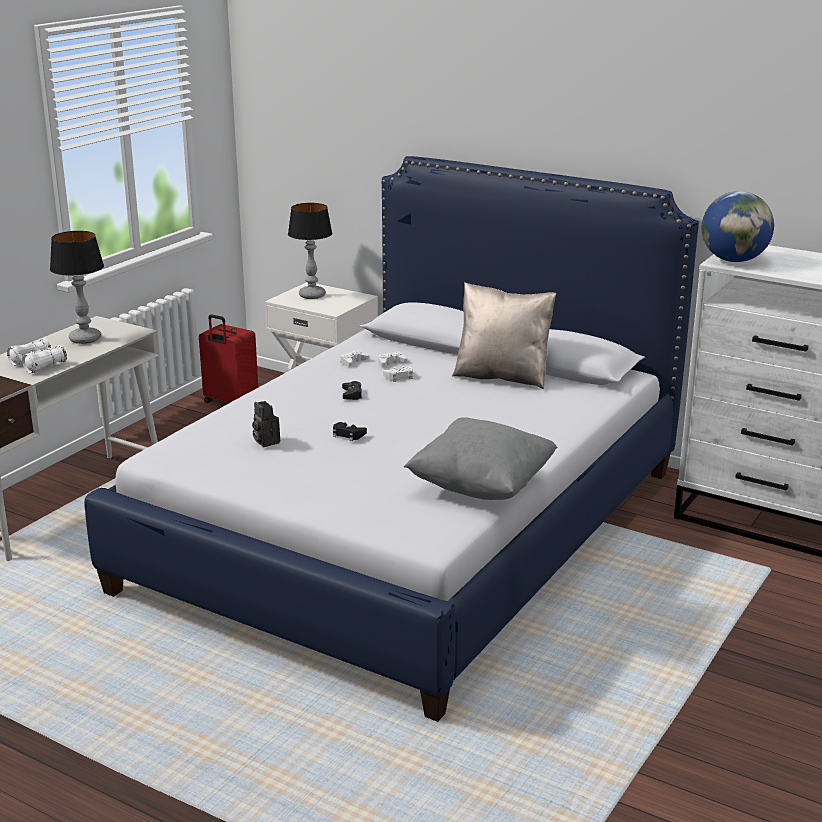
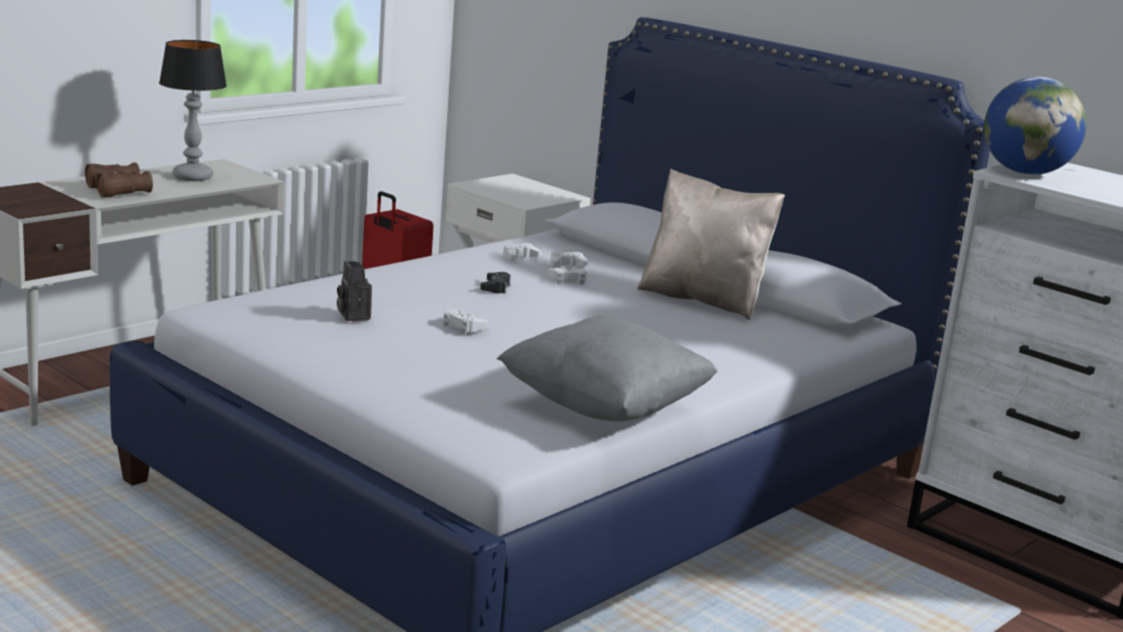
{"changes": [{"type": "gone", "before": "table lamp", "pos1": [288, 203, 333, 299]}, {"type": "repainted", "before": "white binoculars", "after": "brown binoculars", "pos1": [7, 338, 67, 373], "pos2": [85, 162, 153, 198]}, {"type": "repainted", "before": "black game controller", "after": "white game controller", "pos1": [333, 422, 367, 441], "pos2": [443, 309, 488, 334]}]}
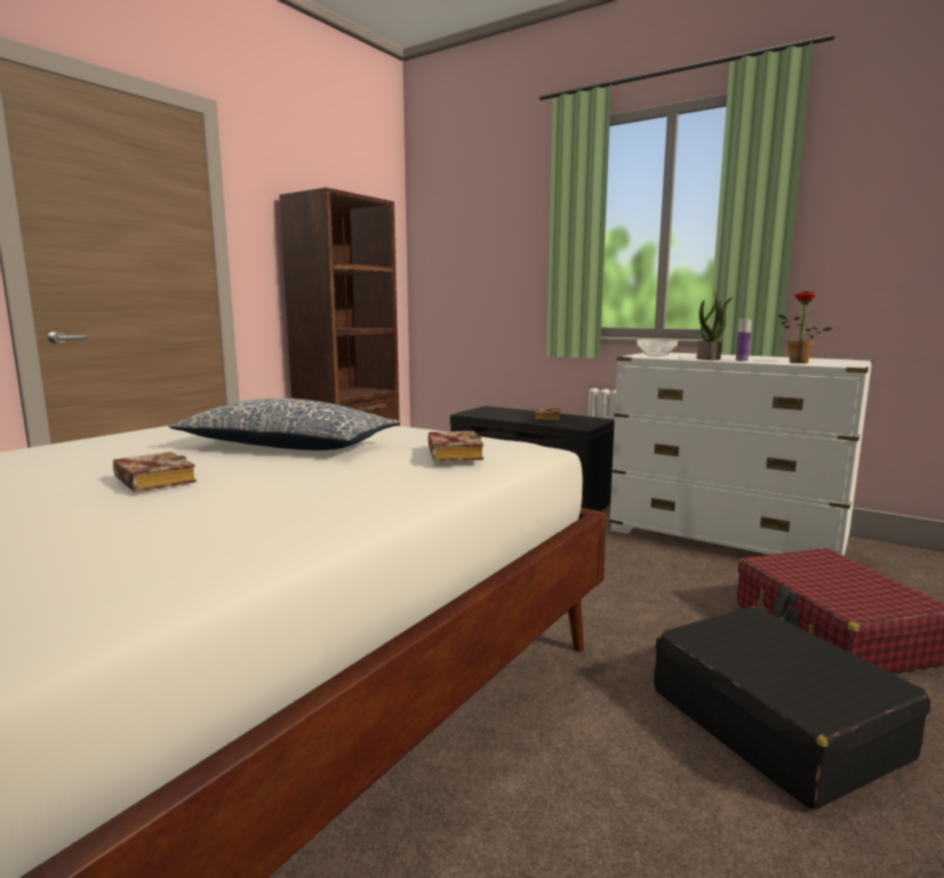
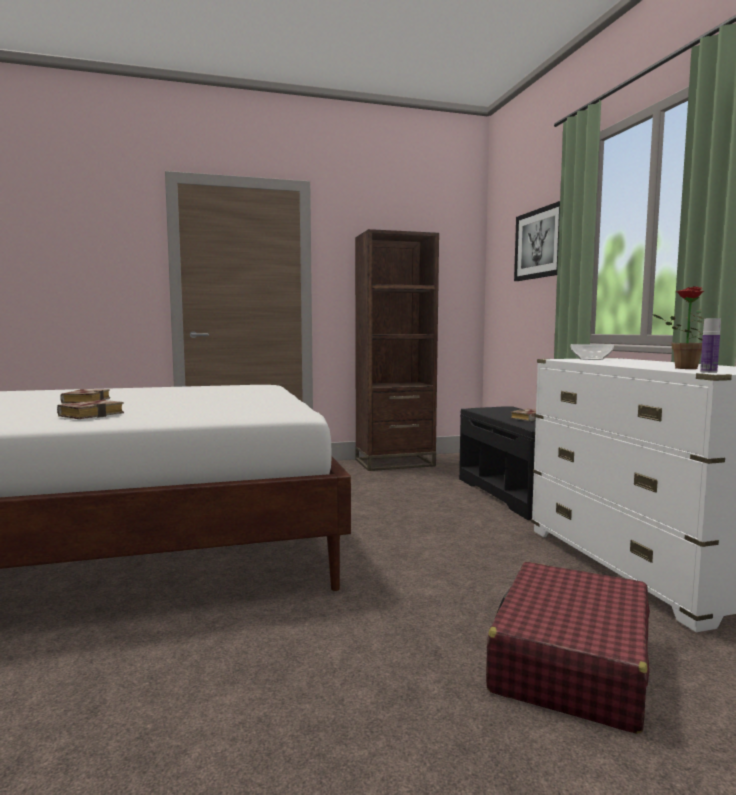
{"changes": [{"type": "gone", "before": "pillow", "pos1": [168, 398, 400, 450]}, {"type": "gone", "before": "black suitcase", "pos1": [654, 606, 931, 810]}, {"type": "gone", "before": "potted plant", "pos1": [697, 292, 733, 360]}, {"type": "new", "after": "picture", "pos2": [514, 201, 560, 281]}, {"type": "shifted", "before": "book", "pos1": [428, 431, 484, 462], "pos2": [57, 400, 124, 419]}, {"type": "shifted", "before": "bottle", "pos1": [736, 319, 751, 362], "pos2": [700, 318, 721, 373]}]}
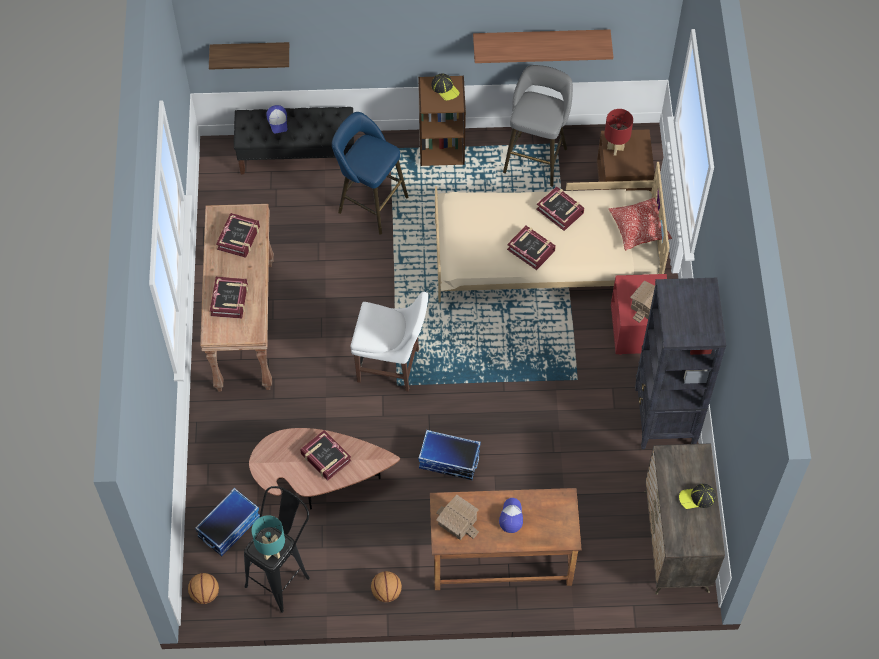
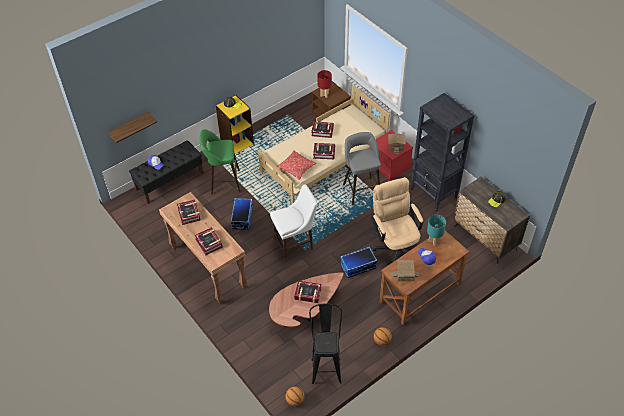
{"changes": [{"type": "gone", "before": "shelf", "pos1": [473, 29, 613, 63]}, {"type": "new", "after": "beige office chair", "pos2": [371, 177, 423, 262]}, {"type": "shifted", "before": "storage box", "pos1": [195, 488, 260, 556], "pos2": [231, 198, 253, 230]}, {"type": "shifted", "before": "turquoise table lamp", "pos1": [252, 515, 285, 560], "pos2": [427, 215, 446, 246]}, {"type": "shifted", "before": "grey stool", "pos1": [503, 65, 573, 187], "pos2": [343, 132, 381, 205]}, {"type": "shifted", "before": "pillow", "pos1": [609, 198, 672, 250], "pos2": [276, 151, 316, 179]}, {"type": "repainted", "before": "blue stool", "after": "green stool", "pos1": [332, 112, 408, 235], "pos2": [199, 129, 241, 194]}, {"type": "repainted", "before": "brown bookcase", "after": "yellow bookcase", "pos1": [418, 76, 466, 166], "pos2": [215, 95, 254, 154]}]}
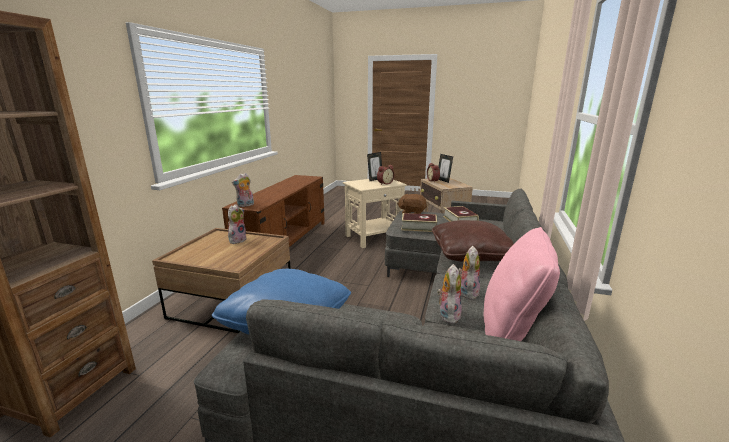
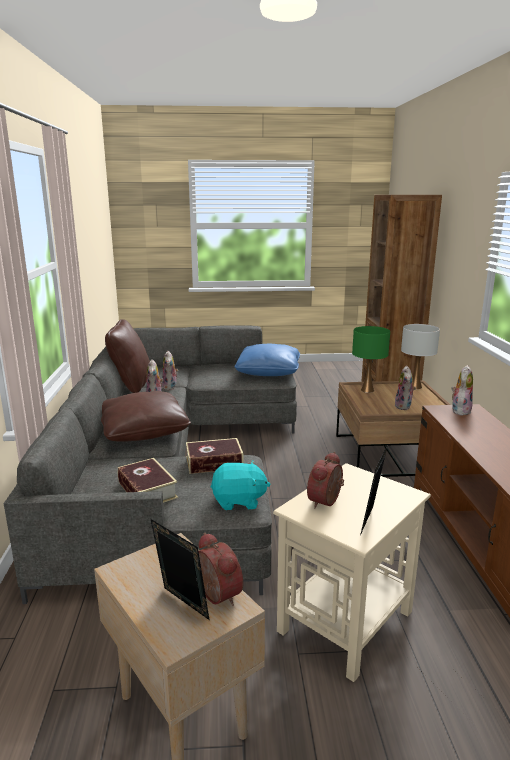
{"changes": [{"type": "new", "after": "green table lamp", "pos2": [352, 326, 390, 393]}, {"type": "new", "after": "white table lamp", "pos2": [401, 324, 440, 389]}, {"type": "repainted", "before": "brown plush toy", "after": "turquoise plush toy", "pos1": [397, 194, 427, 214], "pos2": [210, 460, 271, 510]}, {"type": "repainted", "before": "pink pillow", "after": "brown pillow", "pos1": [484, 227, 560, 341], "pos2": [105, 319, 150, 393]}]}
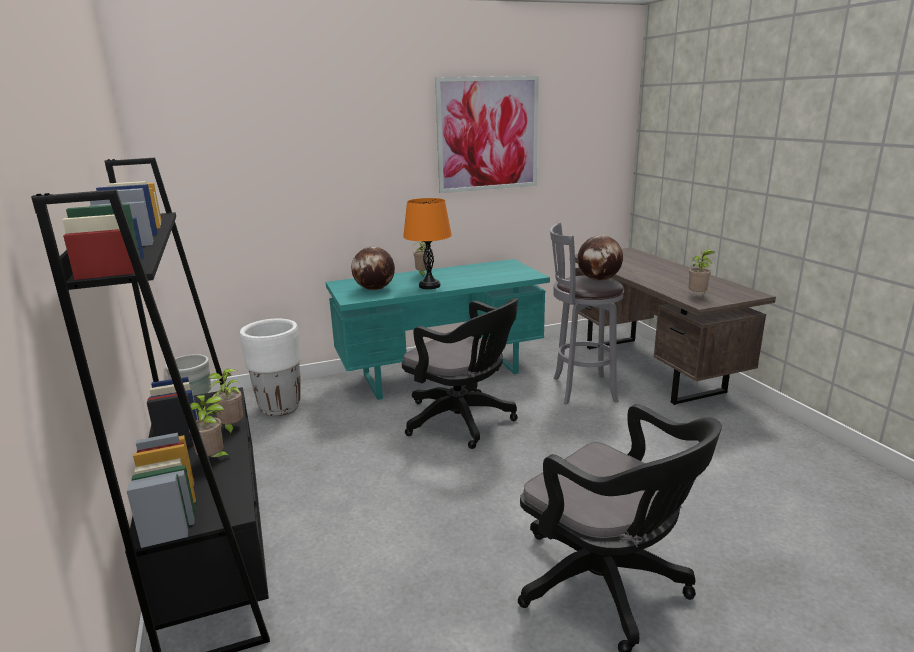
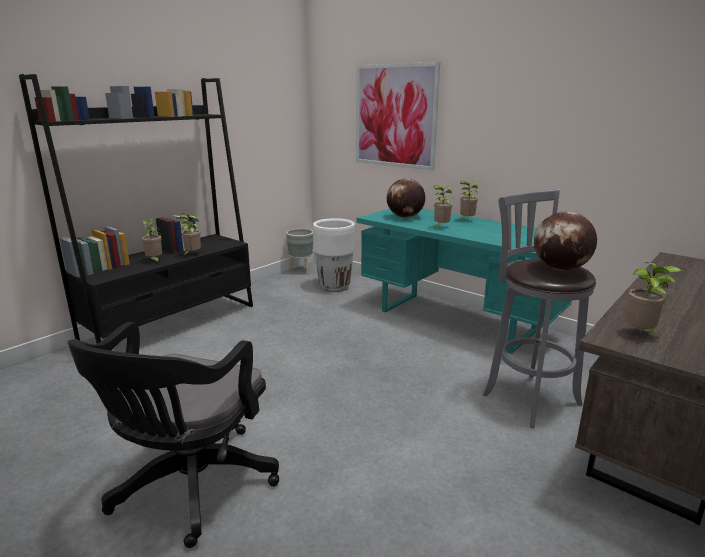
{"changes": [{"type": "gone", "before": "black office chair", "pos1": [402, 298, 518, 449]}, {"type": "shifted", "before": "picture", "pos1": [435, 76, 539, 193], "pos2": [356, 62, 440, 170]}, {"type": "swapped", "before": "orange table lamp", "after": "potted plant", "pos1": [403, 198, 452, 289], "pos2": [434, 185, 453, 228]}]}
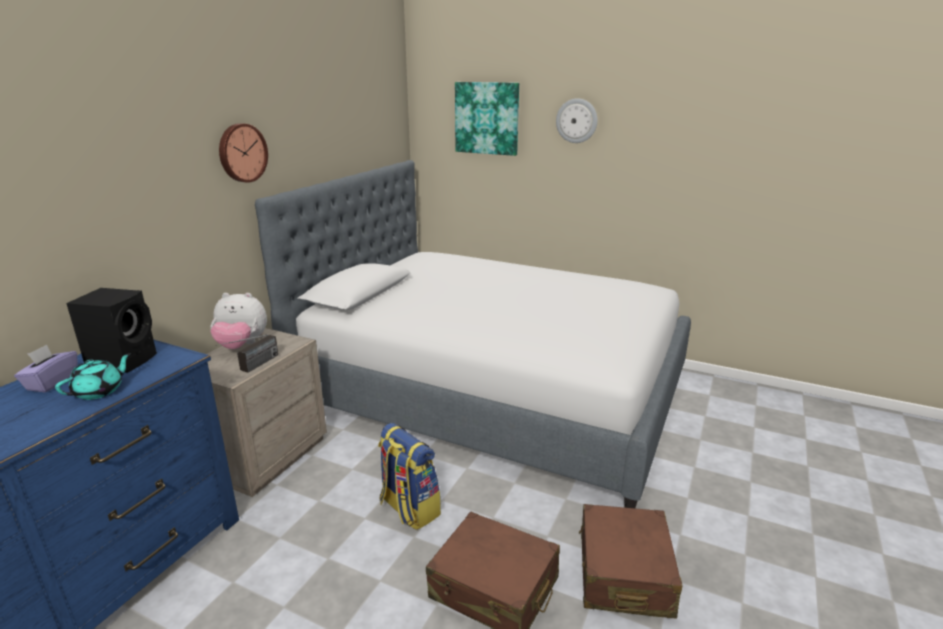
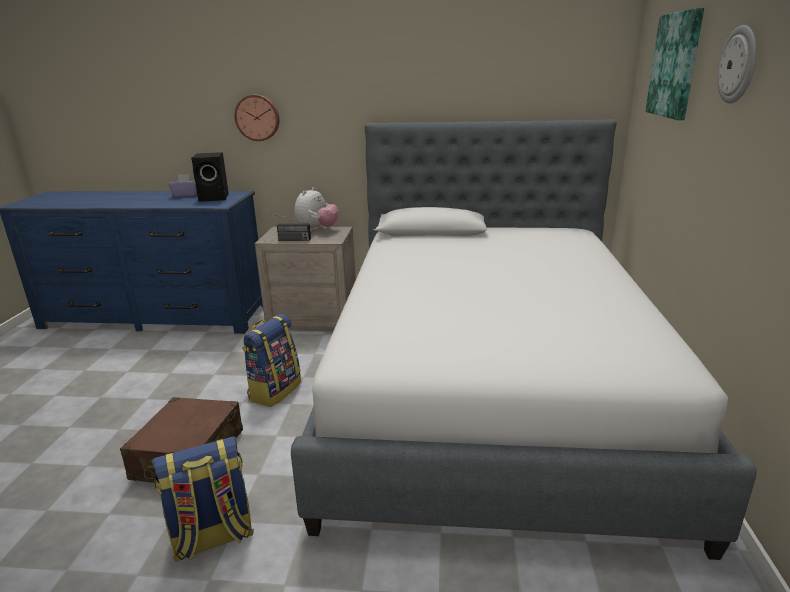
{"changes": [{"type": "gone", "before": "turquoise teapot", "pos1": [55, 353, 131, 400]}, {"type": "shifted", "before": "wall clock", "pos1": [219, 123, 268, 183], "pos2": [235, 95, 279, 141]}, {"type": "swapped", "before": "brown suitcase", "after": "backpack", "pos1": [579, 504, 682, 619], "pos2": [152, 436, 254, 561]}, {"type": "rotated", "before": "plush toy", "pos1": [210, 293, 267, 349], "pos2": [295, 187, 339, 232], "turn": -135}]}
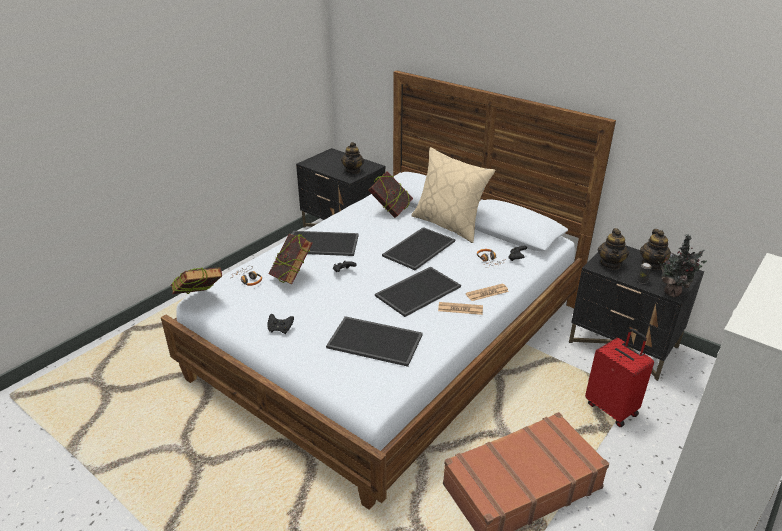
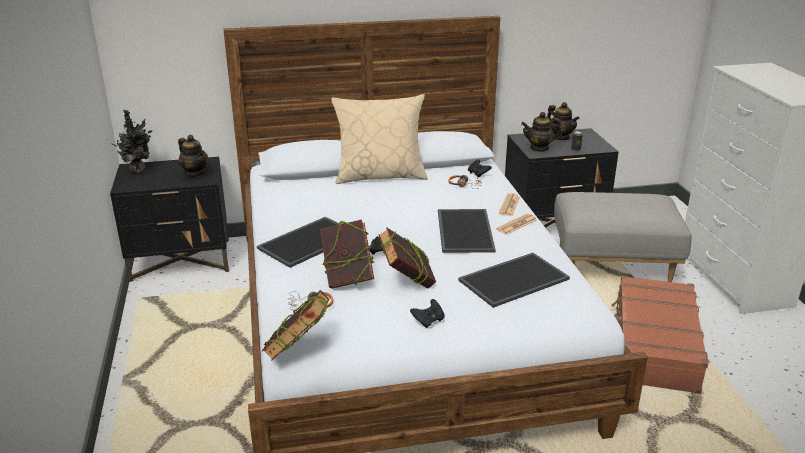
{"changes": [{"type": "gone", "before": "tray", "pos1": [382, 227, 455, 270]}, {"type": "shifted", "before": "book", "pos1": [368, 171, 413, 218], "pos2": [378, 228, 436, 289]}, {"type": "shifted", "before": "potted plant", "pos1": [658, 234, 707, 297], "pos2": [112, 110, 152, 174]}, {"type": "swapped", "before": "red suitcase", "after": "grey ottoman", "pos1": [585, 328, 654, 427], "pos2": [554, 192, 692, 282]}, {"type": "rotated", "before": "teapot", "pos1": [598, 228, 629, 270], "pos2": [521, 112, 562, 152], "turn": 120}]}
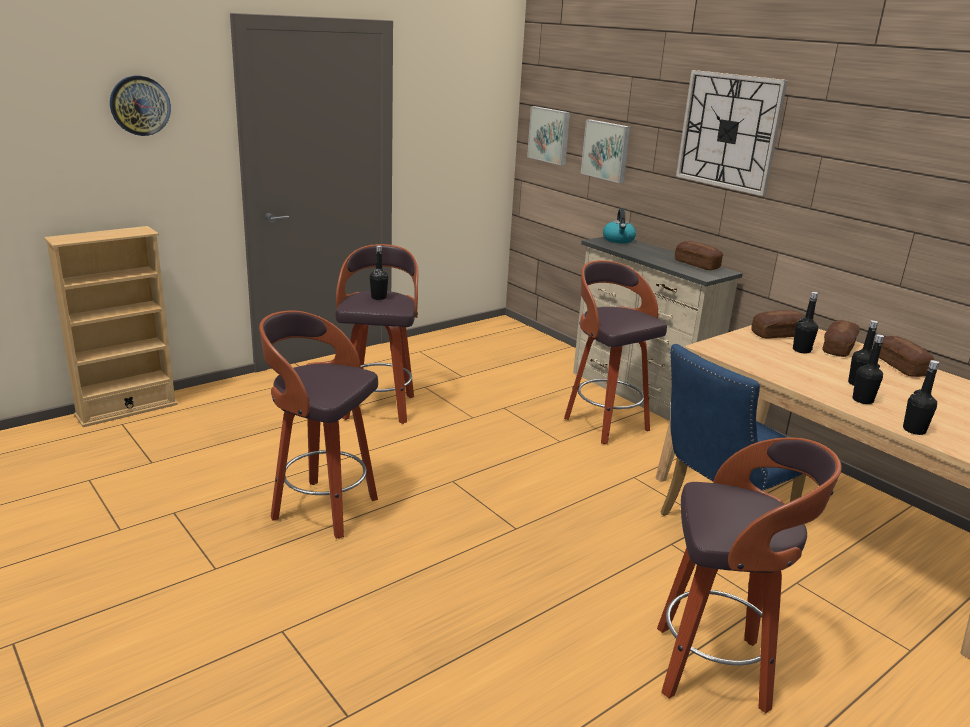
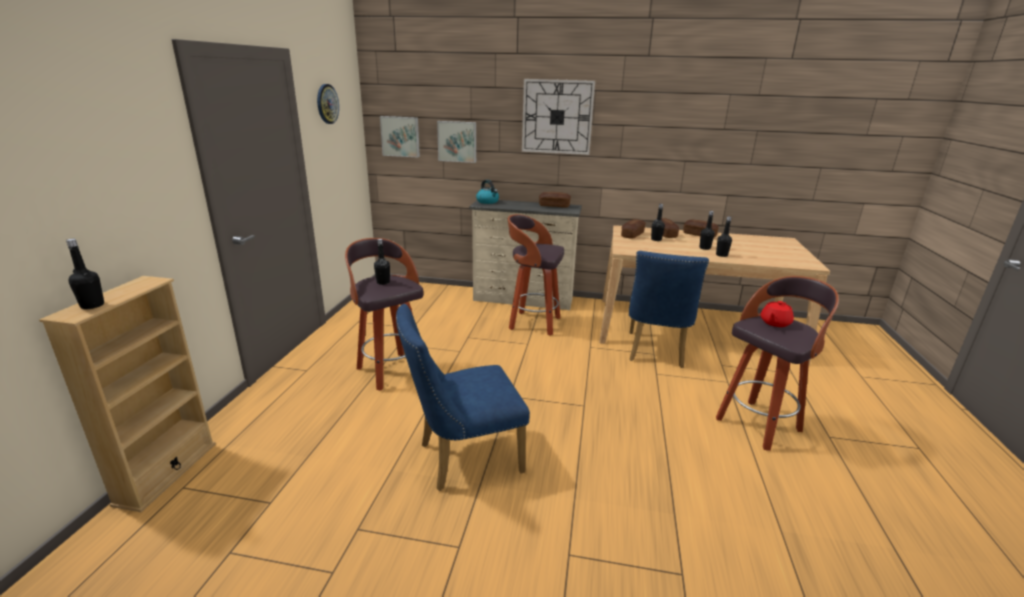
{"changes": [{"type": "new", "after": "red teapot", "pos2": [761, 301, 794, 327]}, {"type": "shifted", "before": "wall clock", "pos1": [110, 76, 171, 136], "pos2": [317, 84, 339, 124]}, {"type": "shifted", "before": "black bottle", "pos1": [903, 360, 939, 435], "pos2": [66, 239, 104, 309]}, {"type": "swapped", "before": "stool", "after": "blue chair", "pos1": [259, 311, 378, 539], "pos2": [396, 304, 530, 491]}]}
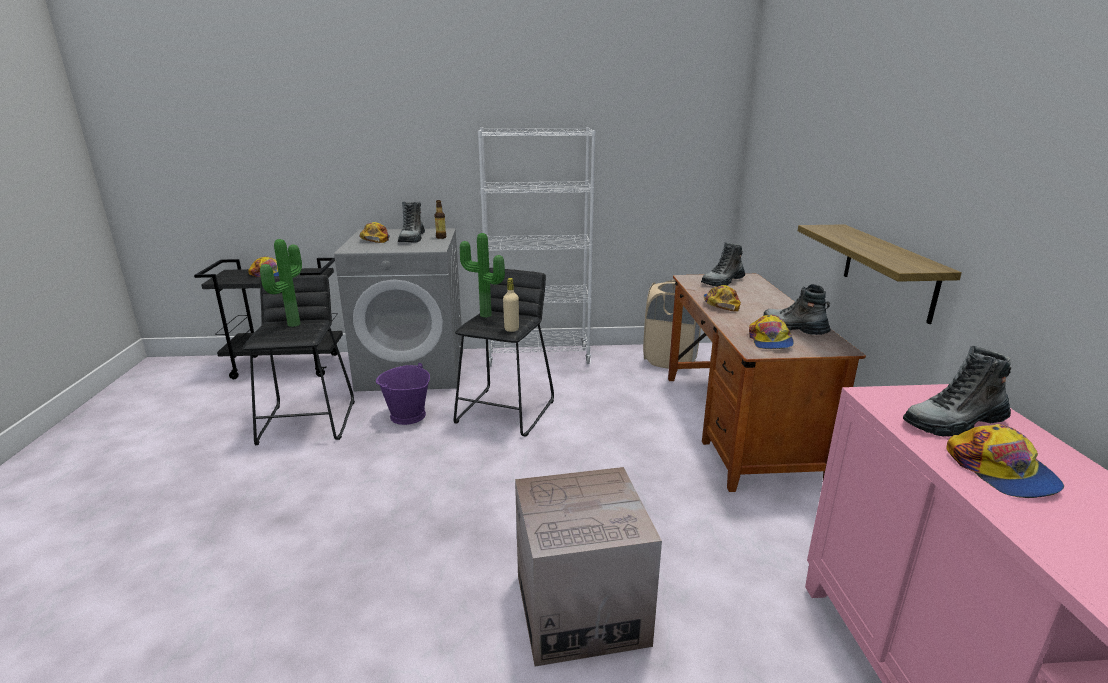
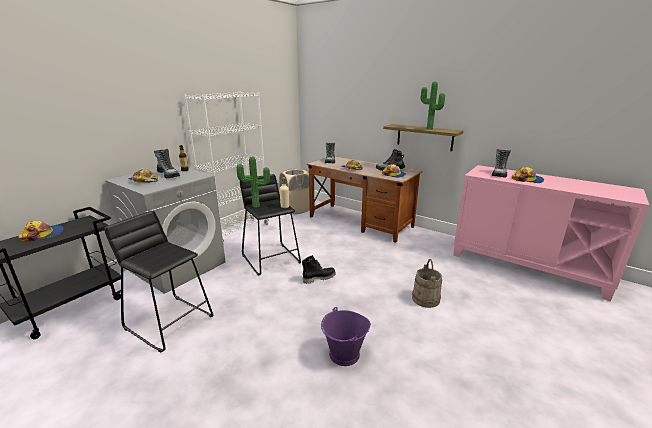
{"changes": [{"type": "new", "after": "black boot", "pos2": [302, 255, 336, 284]}, {"type": "shifted", "before": "potted plant", "pos1": [260, 239, 302, 327], "pos2": [421, 81, 445, 130]}, {"type": "shifted", "before": "purple bucket", "pos1": [376, 363, 430, 425], "pos2": [321, 307, 371, 366]}, {"type": "swapped", "before": "cardboard box", "after": "beige bucket", "pos1": [515, 467, 662, 667], "pos2": [412, 259, 442, 308]}]}
